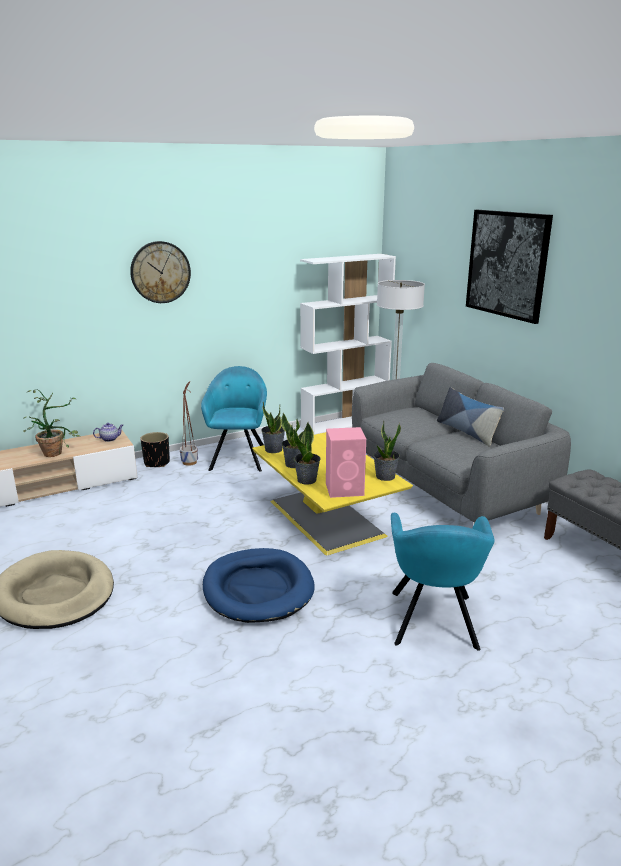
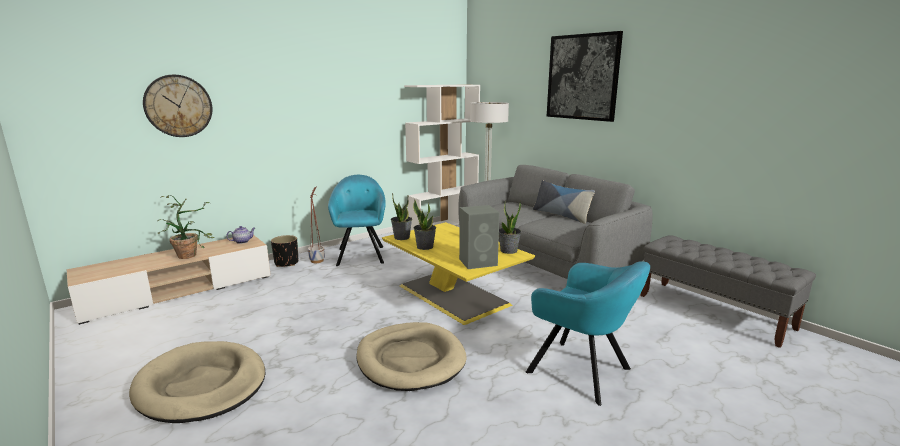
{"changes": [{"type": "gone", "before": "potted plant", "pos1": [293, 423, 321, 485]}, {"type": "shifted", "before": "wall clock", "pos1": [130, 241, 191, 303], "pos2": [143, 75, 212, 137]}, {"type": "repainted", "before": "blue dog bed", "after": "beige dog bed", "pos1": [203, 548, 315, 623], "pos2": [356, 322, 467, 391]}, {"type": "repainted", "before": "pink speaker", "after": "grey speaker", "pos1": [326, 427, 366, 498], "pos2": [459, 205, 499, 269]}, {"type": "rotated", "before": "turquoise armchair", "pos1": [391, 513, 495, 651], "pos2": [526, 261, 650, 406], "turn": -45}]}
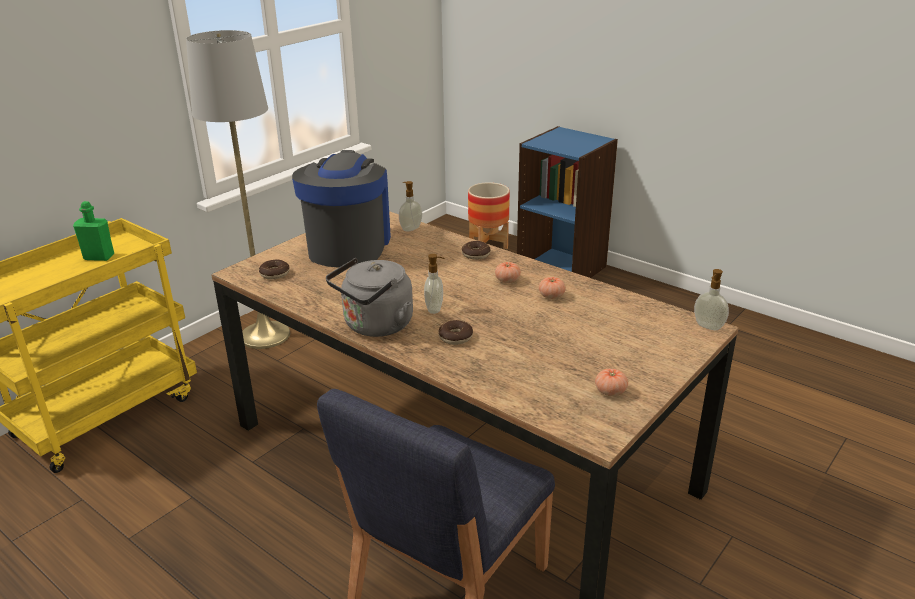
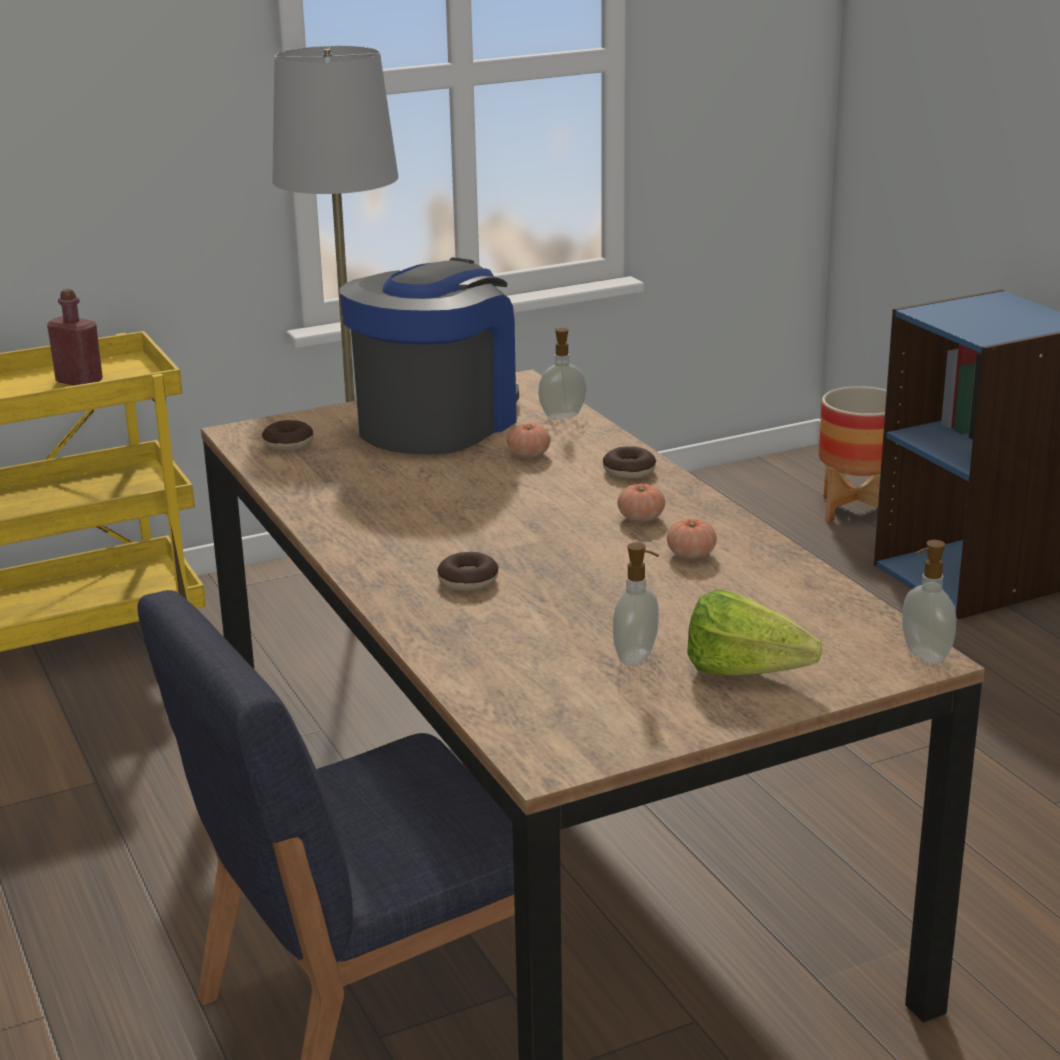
{"changes": [{"type": "gone", "before": "grey kettle", "pos1": [326, 258, 413, 337]}, {"type": "new", "after": "lettuce", "pos2": [687, 589, 822, 676]}, {"type": "shifted", "before": "soap dispenser", "pos1": [424, 254, 444, 314], "pos2": [613, 542, 659, 665]}, {"type": "shifted", "before": "tomato", "pos1": [595, 369, 628, 396], "pos2": [507, 423, 550, 458]}, {"type": "repainted", "before": "green bottle", "after": "red bottle", "pos1": [73, 201, 114, 261], "pos2": [47, 289, 103, 386]}]}
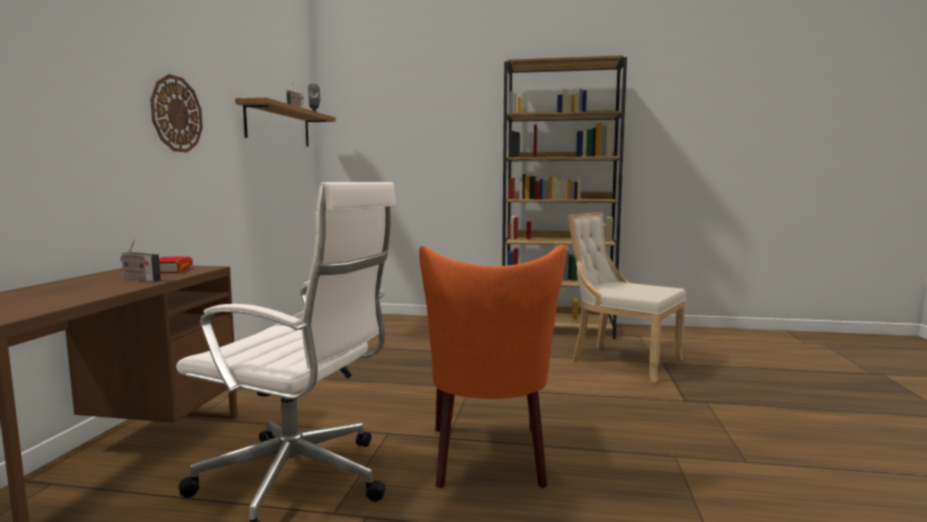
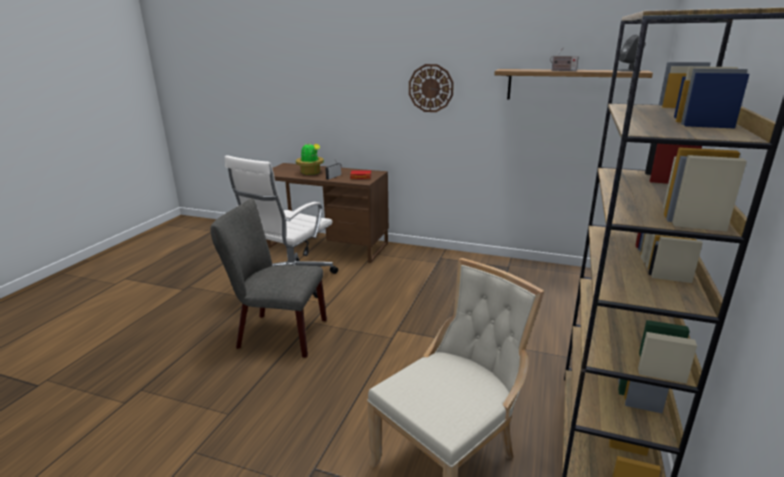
{"changes": [{"type": "new", "after": "potted plant", "pos2": [296, 143, 324, 175]}, {"type": "repainted", "before": "orange chair", "after": "grey chair", "pos1": [419, 245, 567, 489], "pos2": [210, 198, 327, 358]}]}
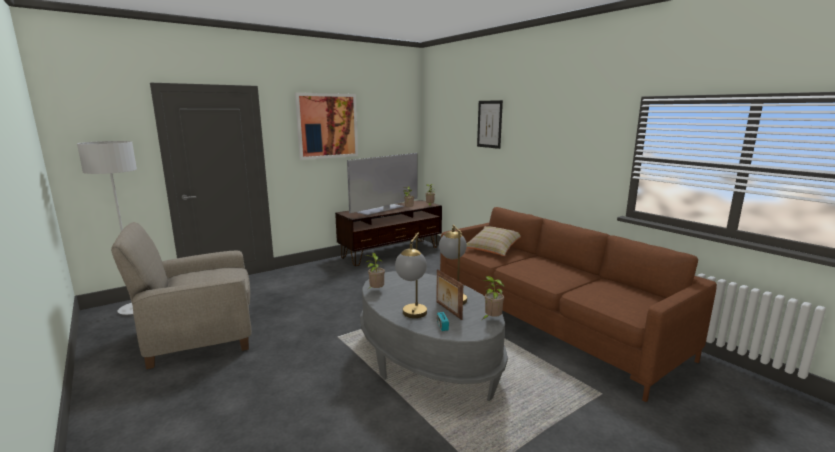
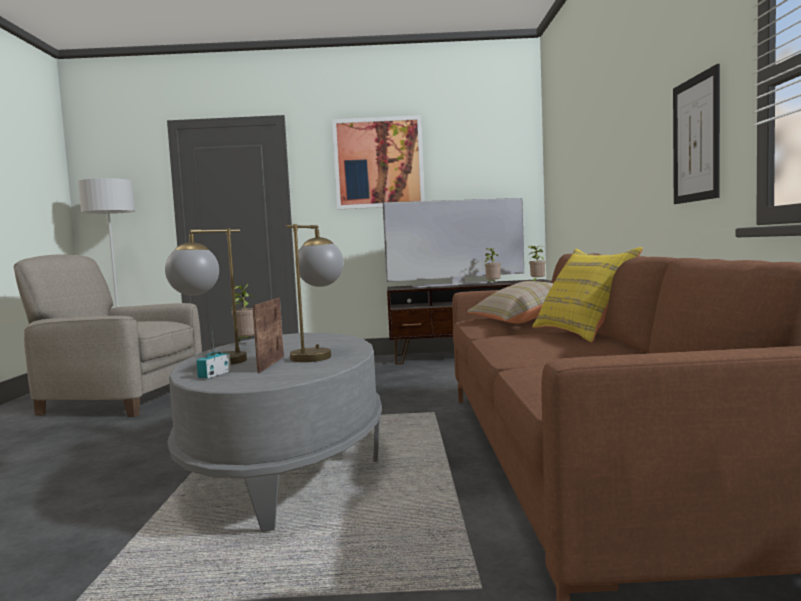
{"changes": [{"type": "gone", "before": "potted plant", "pos1": [482, 276, 505, 319]}, {"type": "new", "after": "yellow pillow", "pos2": [532, 247, 643, 342]}, {"type": "shifted", "before": "picture", "pos1": [477, 100, 503, 149], "pos2": [673, 64, 720, 204]}]}
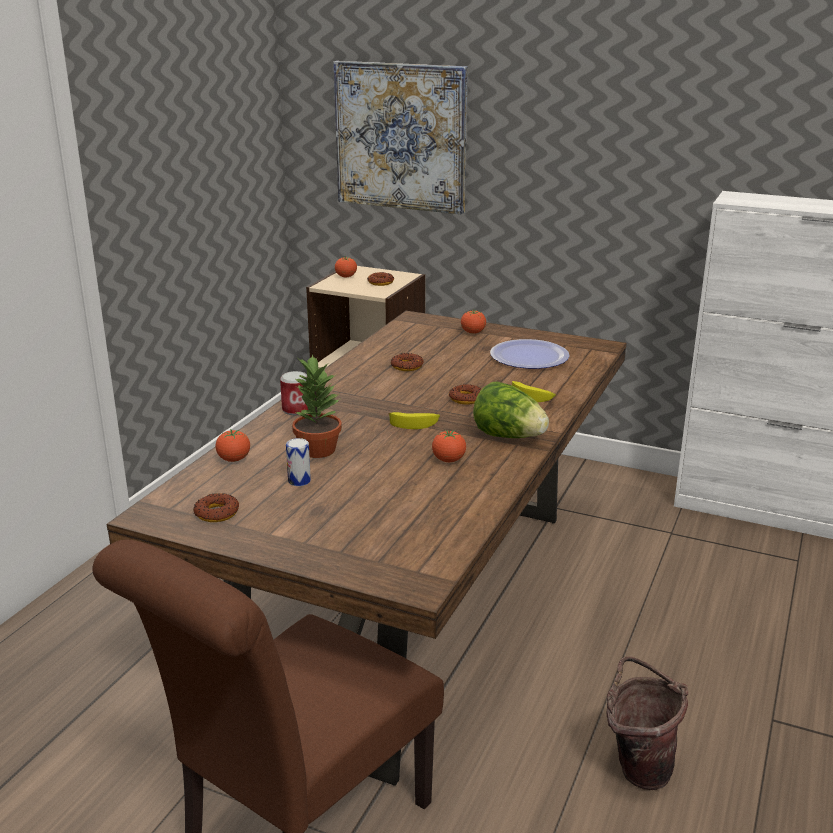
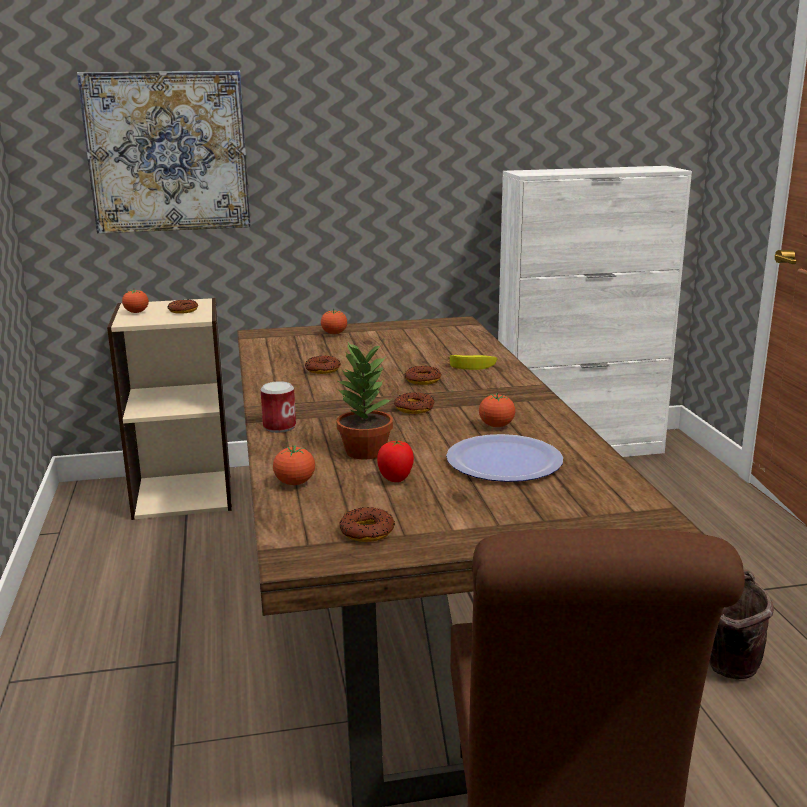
{"changes": [{"type": "gone", "before": "lettuce", "pos1": [473, 382, 549, 438]}, {"type": "shifted", "before": "plate", "pos1": [490, 339, 570, 369], "pos2": [446, 434, 563, 482]}, {"type": "swapped", "before": "can", "after": "tomato", "pos1": [286, 438, 311, 486], "pos2": [377, 440, 414, 482]}, {"type": "swapped", "before": "banana", "after": "donut", "pos1": [389, 412, 440, 429], "pos2": [394, 392, 435, 414]}]}
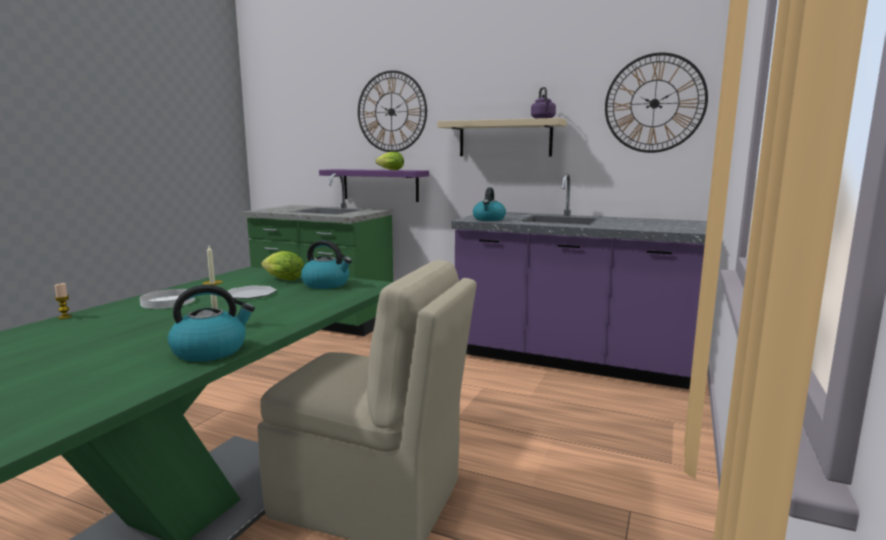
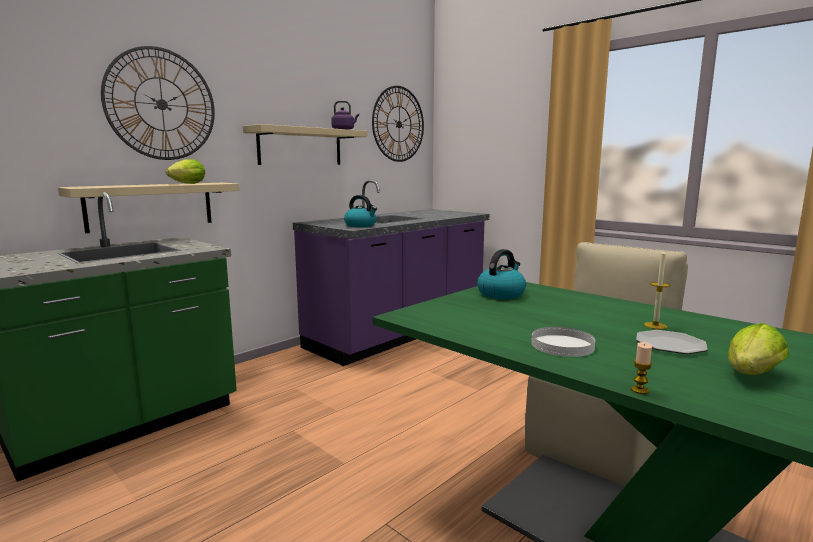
{"changes": [{"type": "gone", "before": "kettle", "pos1": [168, 285, 255, 362]}, {"type": "shifted", "before": "plate", "pos1": [228, 286, 277, 299], "pos2": [636, 330, 708, 354]}, {"type": "shifted", "before": "lettuce", "pos1": [261, 251, 304, 281], "pos2": [728, 323, 789, 375]}, {"type": "repainted", "before": "purple shelf", "after": "beige shelf", "pos1": [319, 169, 429, 202], "pos2": [58, 183, 239, 233]}]}
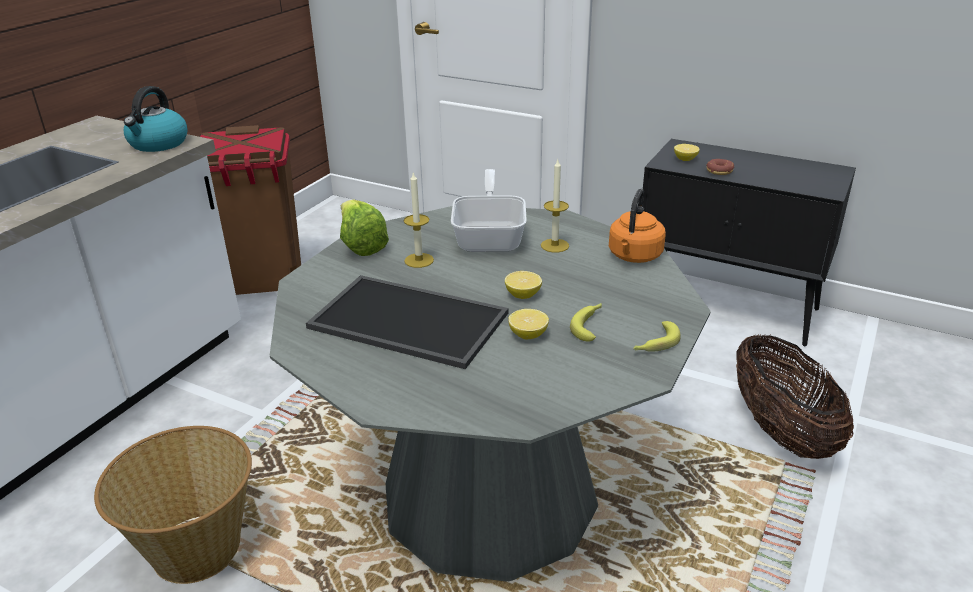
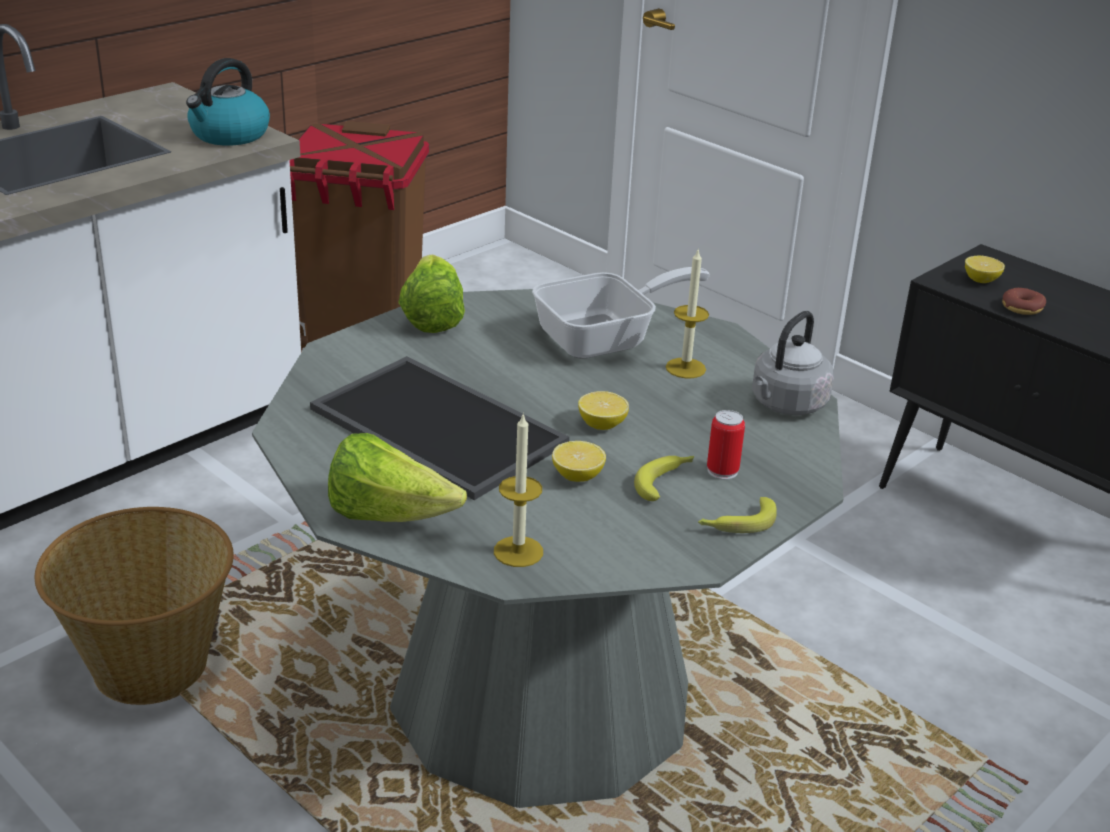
{"changes": [{"type": "gone", "before": "basket", "pos1": [736, 334, 854, 459]}, {"type": "new", "after": "lettuce", "pos2": [328, 433, 467, 522]}, {"type": "new", "after": "can", "pos2": [707, 410, 745, 480]}, {"type": "shifted", "before": "candle", "pos1": [404, 171, 434, 268], "pos2": [494, 412, 543, 567]}, {"type": "repainted", "before": "orange kettle", "after": "grey kettle", "pos1": [609, 189, 666, 263], "pos2": [752, 311, 834, 415]}, {"type": "rotated", "before": "frying pan", "pos1": [451, 169, 527, 252], "pos2": [532, 267, 710, 359], "turn": 45}]}
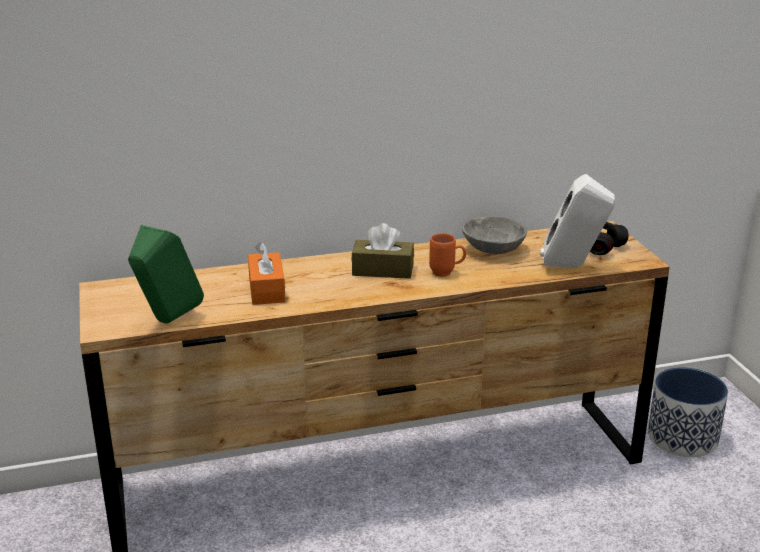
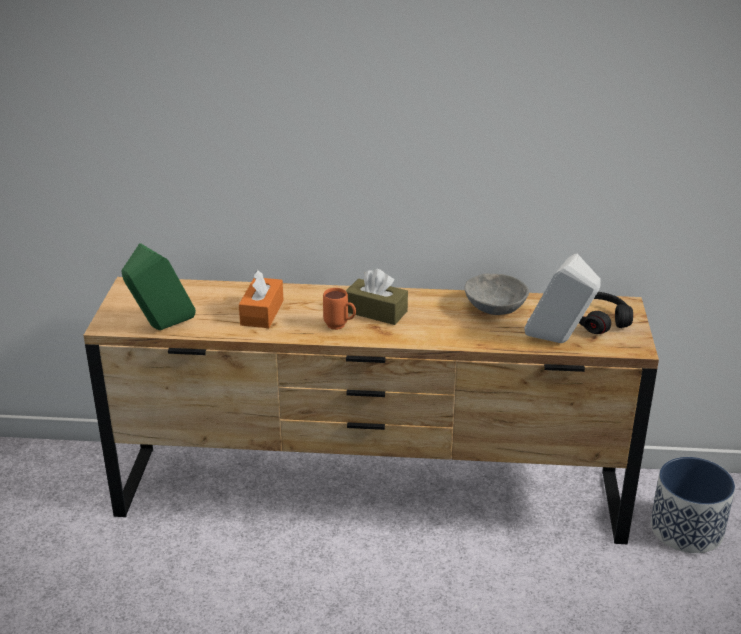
{"changes": [{"type": "shifted", "before": "orange mug", "pos1": [429, 233, 466, 277], "pos2": [323, 288, 356, 330]}]}
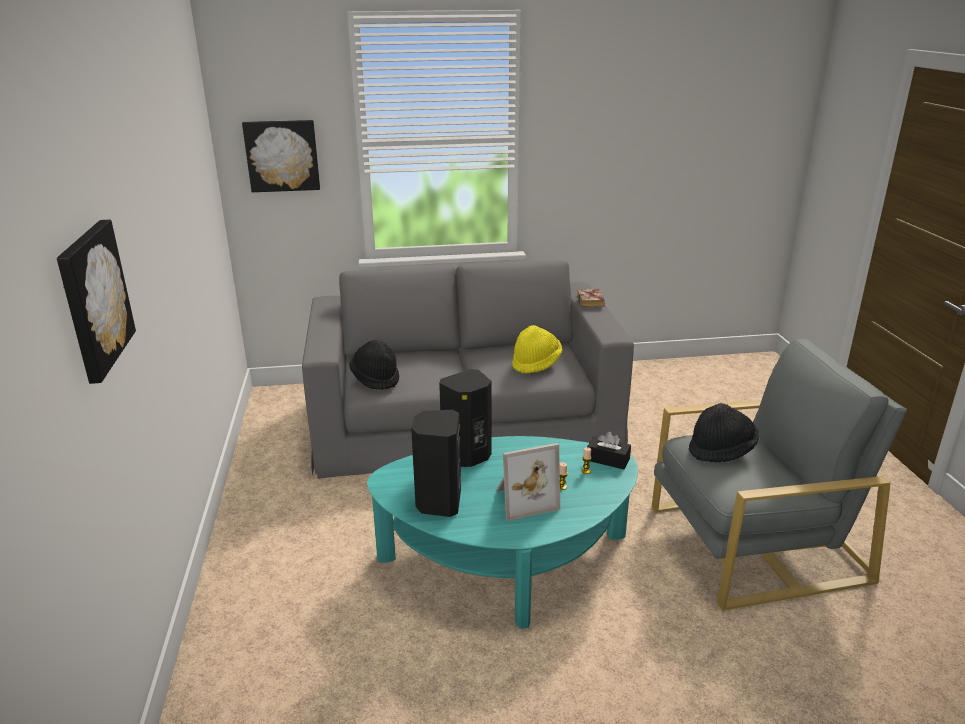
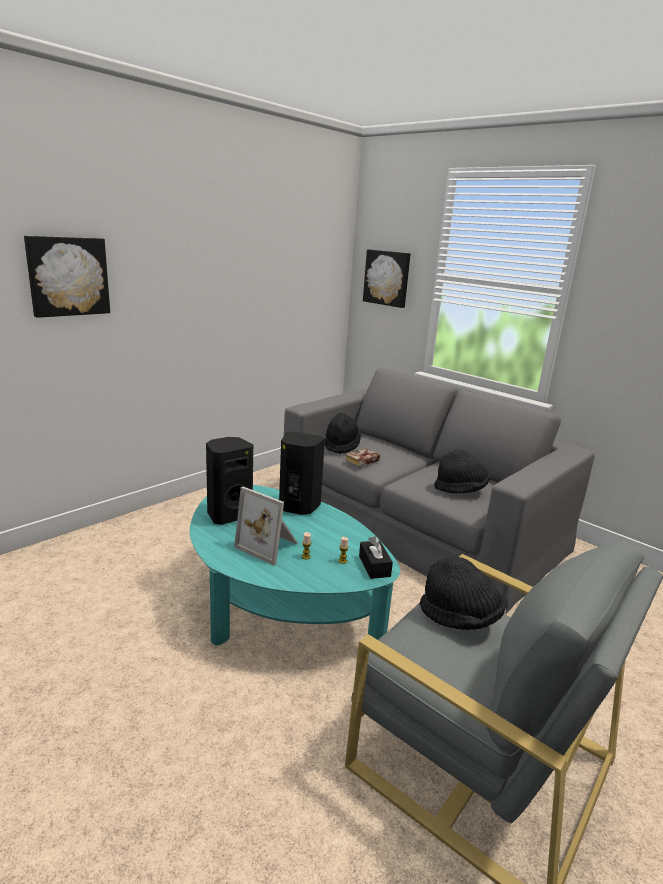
{"changes": [{"type": "shifted", "before": "book", "pos1": [577, 289, 605, 307], "pos2": [345, 448, 380, 467]}, {"type": "repainted", "before": "yellow hat", "after": "black hat", "pos1": [512, 325, 562, 374], "pos2": [434, 449, 490, 494]}]}
